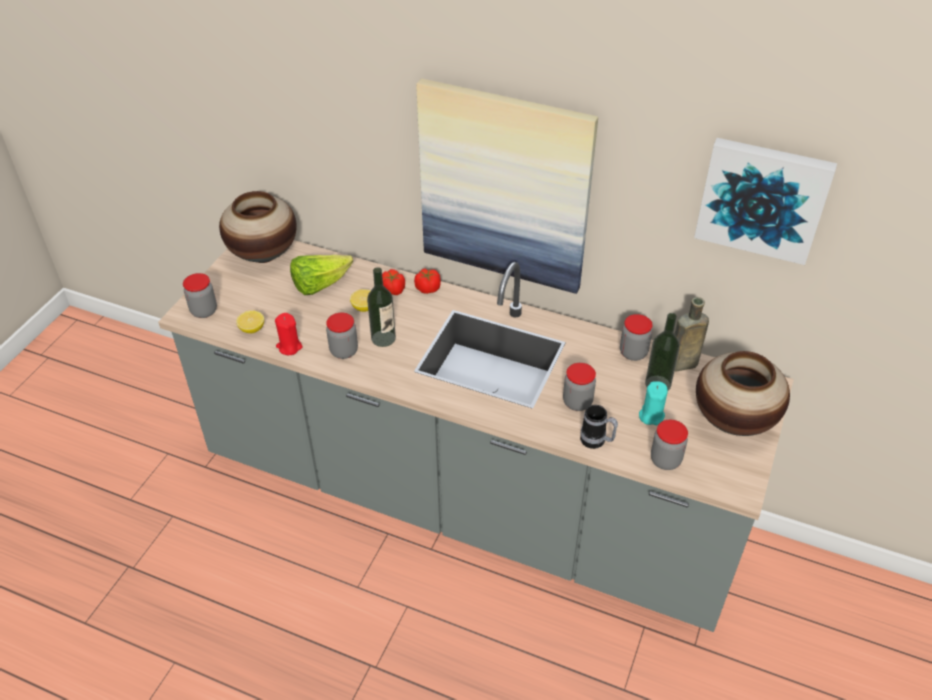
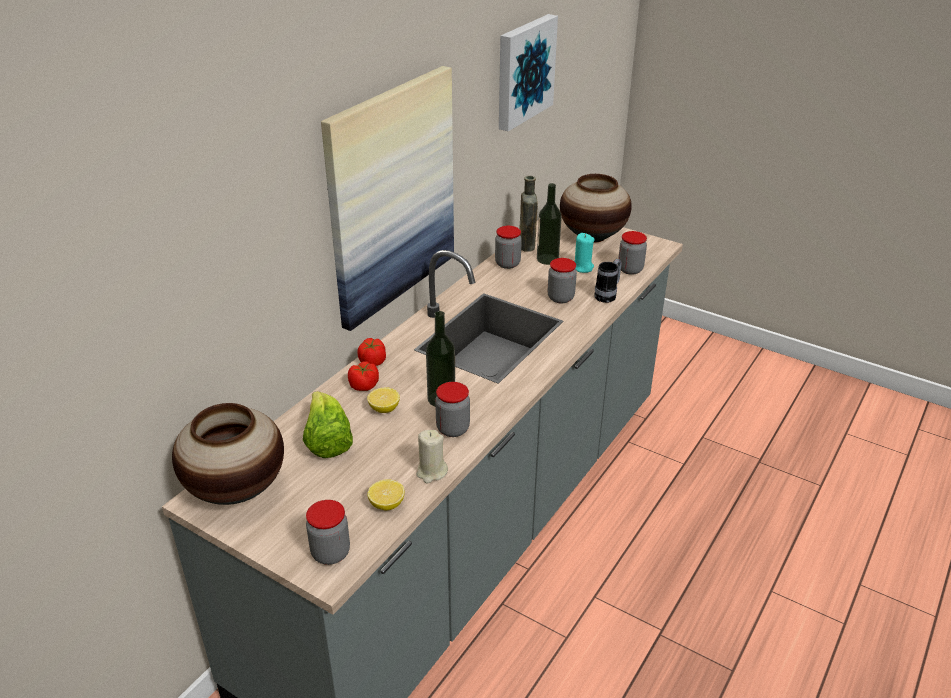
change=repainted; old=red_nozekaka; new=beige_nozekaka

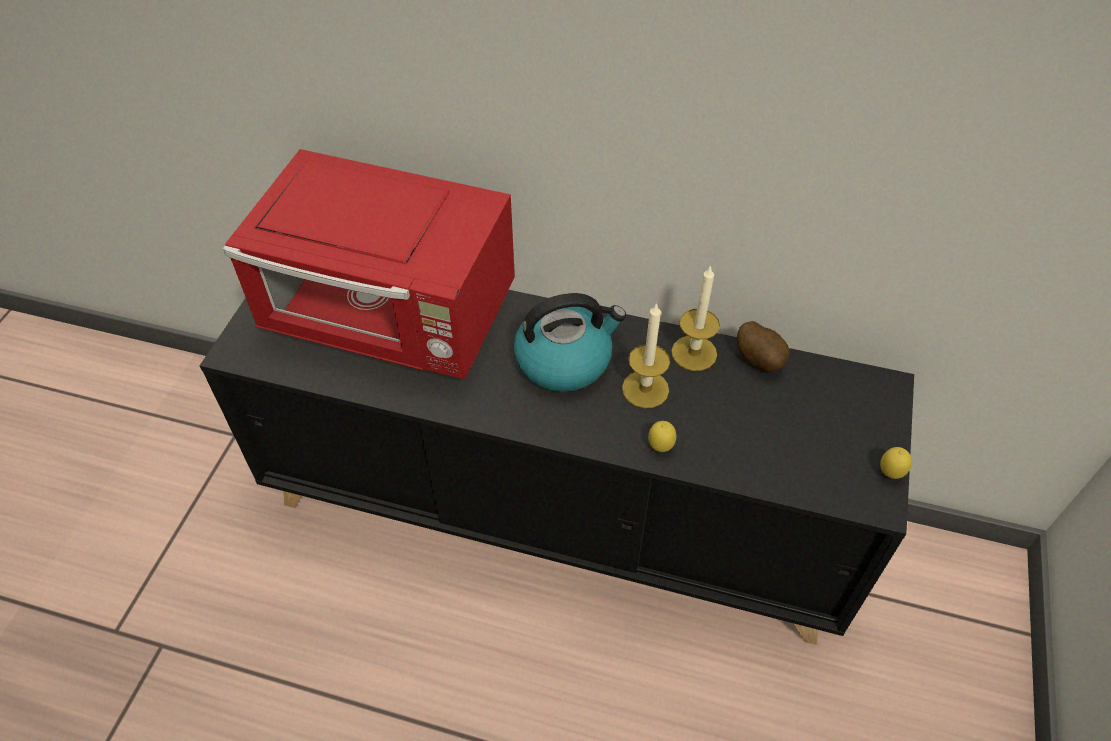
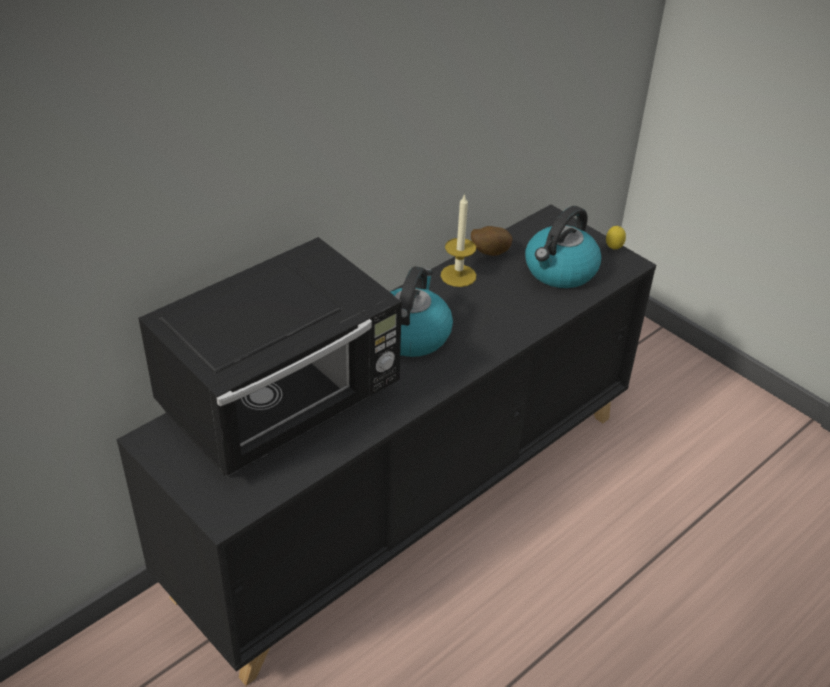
change=repainted; old=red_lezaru; new=black_lezaru
change=gone; old=nozekaka (no. 1 from left)
change=gone; old=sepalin (no. 1 from left)
change=new; new=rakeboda (no. 2 from left)

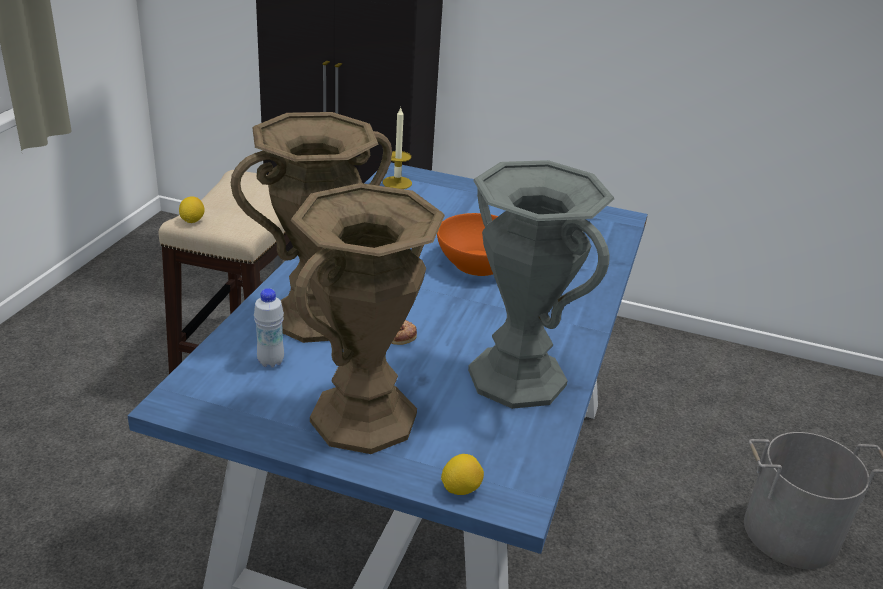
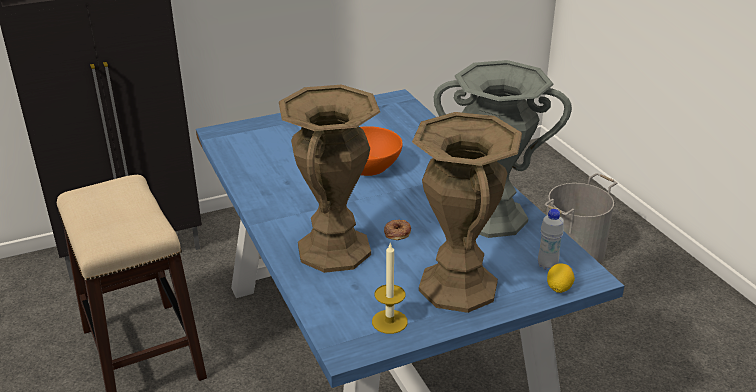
change=gone; old=sepalin (no. 1 from left)
change=shifted; old=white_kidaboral
change=shifted; old=nozekaka

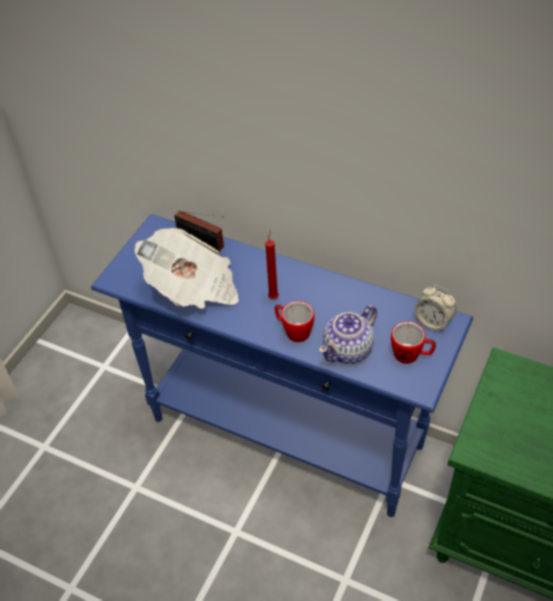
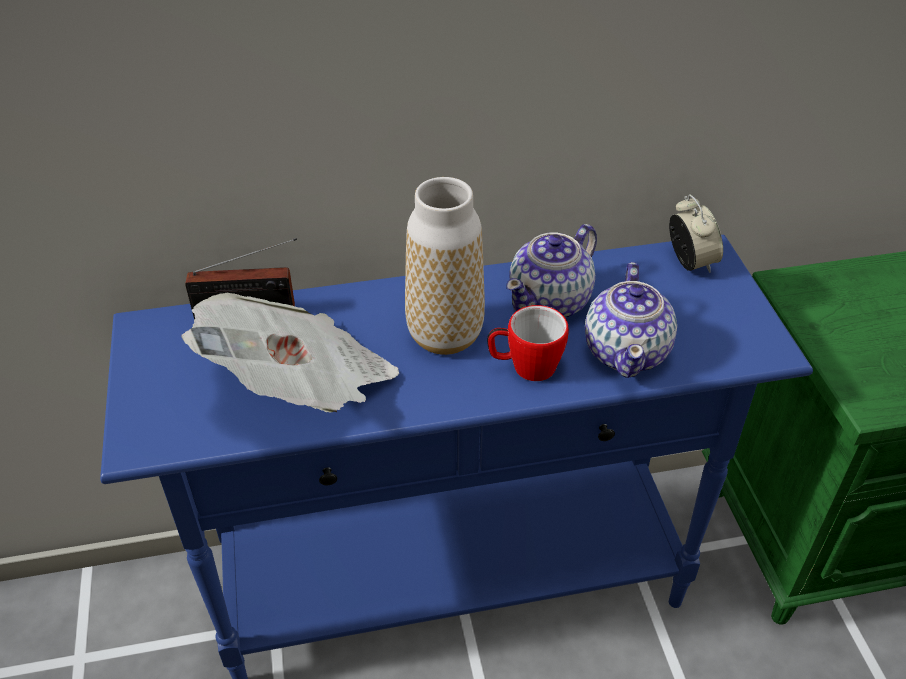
change=swapped; old=red_nozekaka; new=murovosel
change=gone; old=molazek (no. 2 from left)
change=rotated; old=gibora; degrees=-105
change=new; new=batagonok (no. 1 from left)

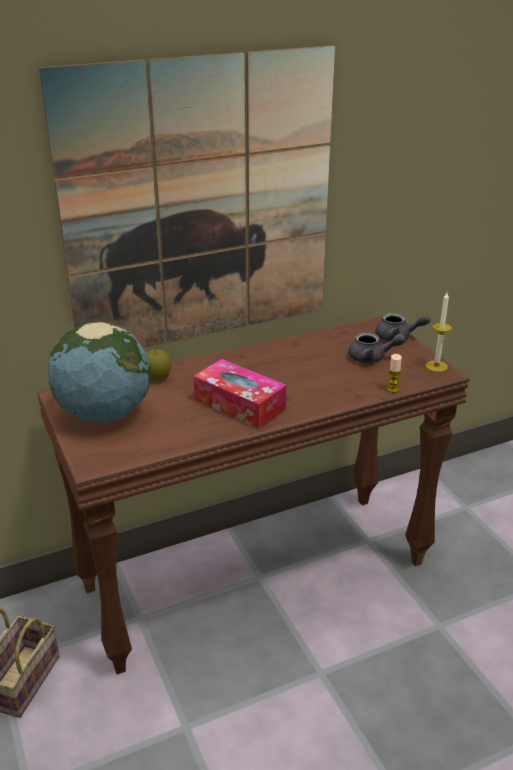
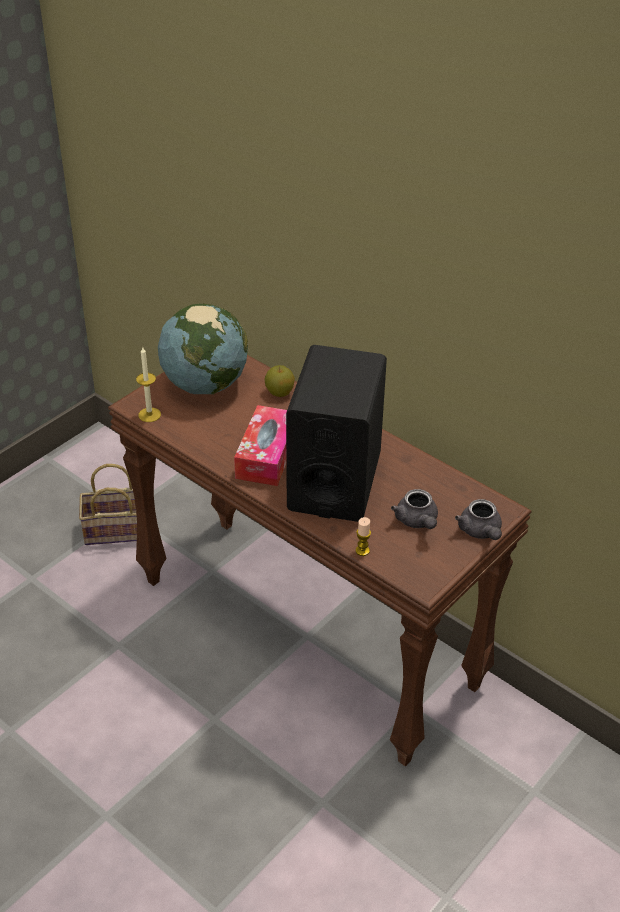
change=gone; old=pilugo
change=shifted; old=nozekaka (no. 2 from left in the first image); new=nozekaka (no. 1 from left)
change=new; new=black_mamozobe

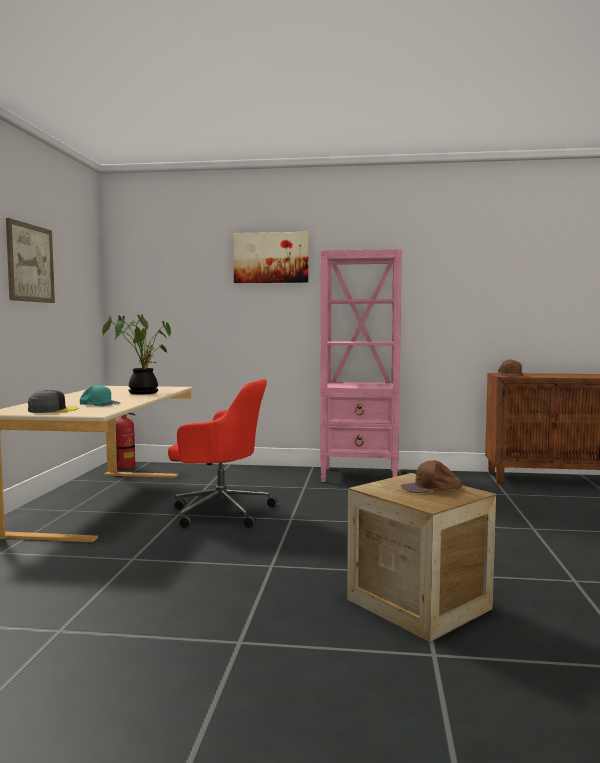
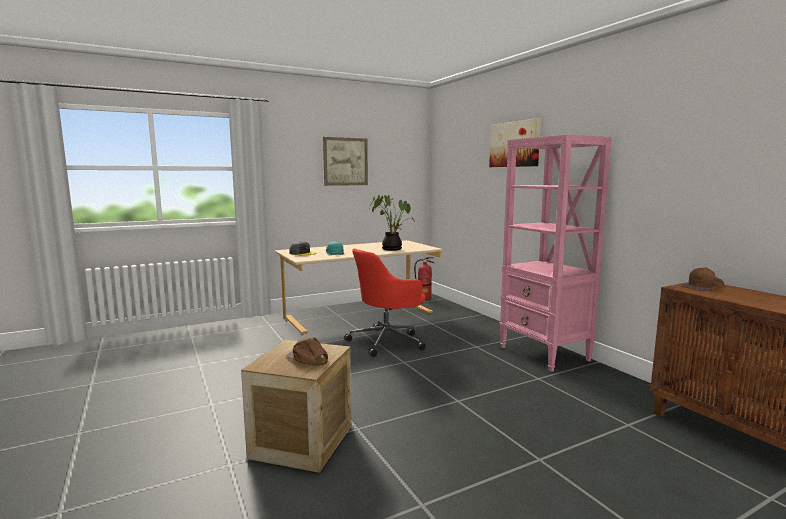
change=rotated; old=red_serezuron; degrees=75

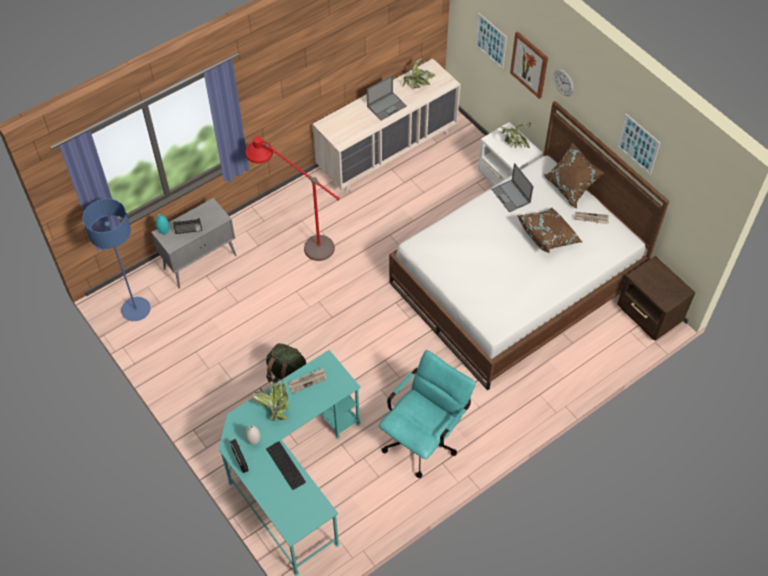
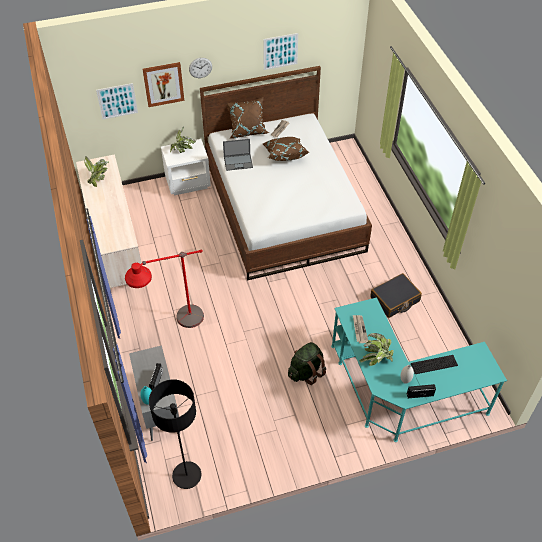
change=repainted; old=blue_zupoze; new=black_zupoze
change=gone; old=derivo (no. 1 from left)
change=swapped; old=turquoise_serezuron; new=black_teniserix
change=gone; old=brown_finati

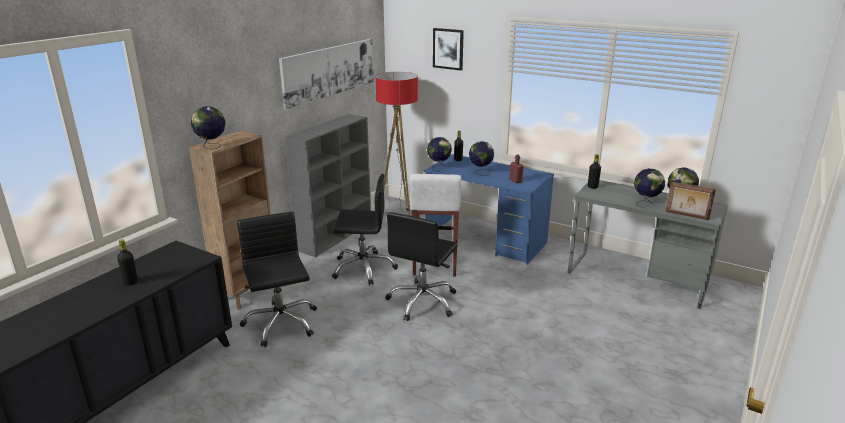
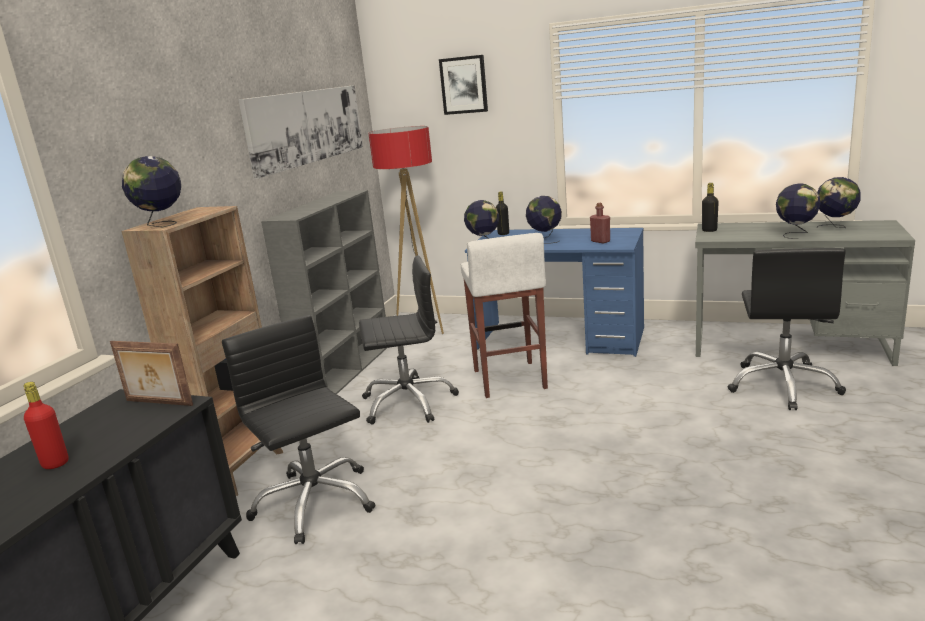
change=repainted; old=black_kidaboral (no. 1 from left); new=red_kidaboral (no. 1 from left)
change=shifted; old=black_serezuron (no. 3 from left)
change=shifted; old=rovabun

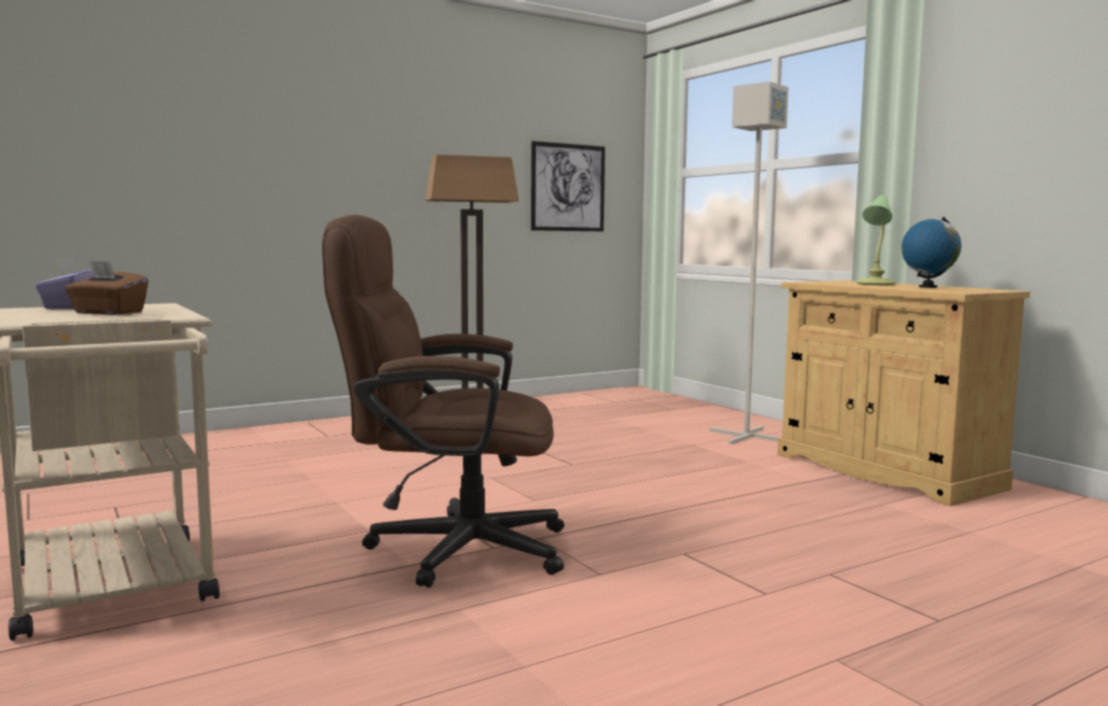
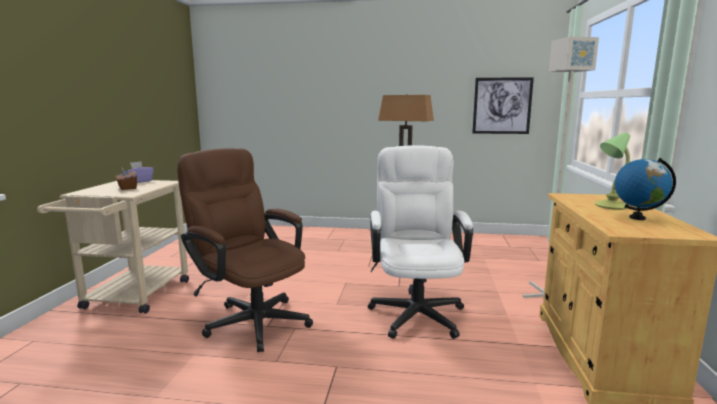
change=new; new=white_serezuron

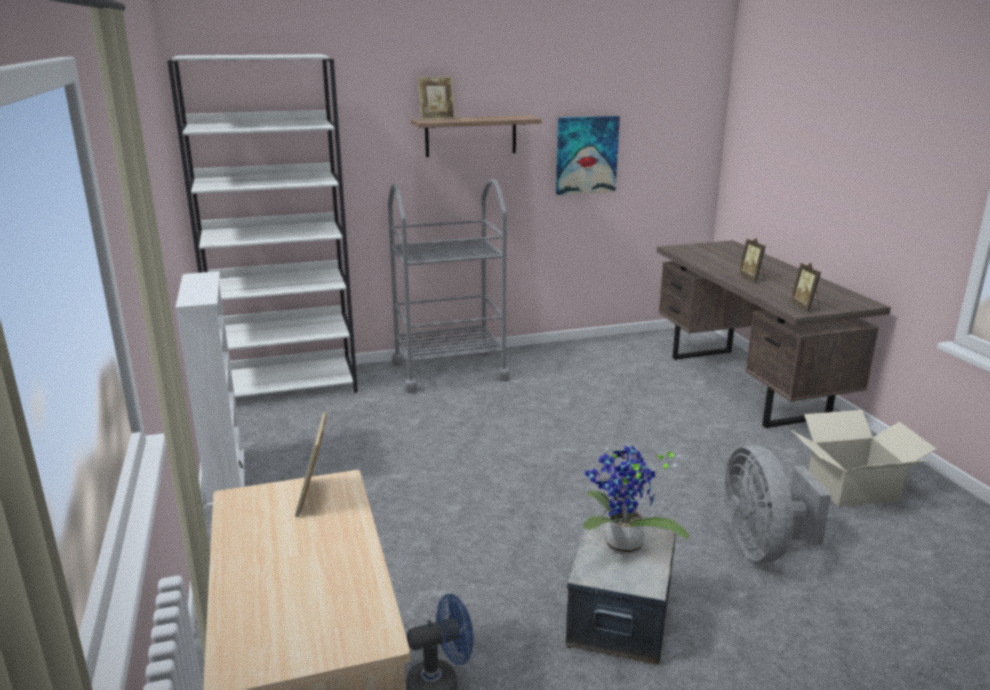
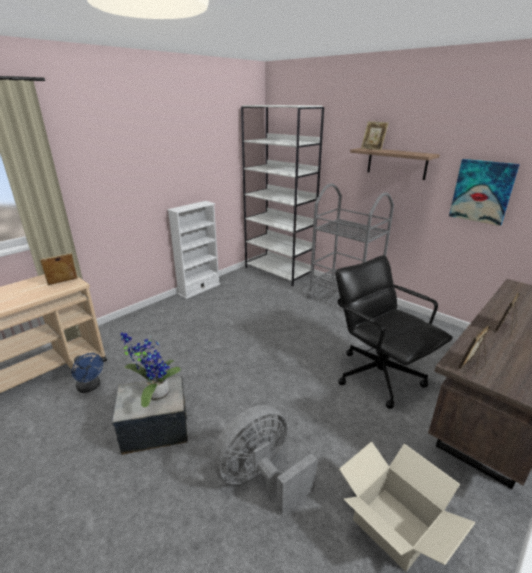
change=new; new=black_serezuron

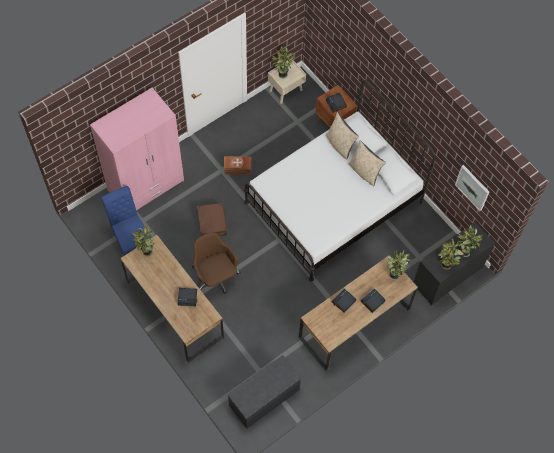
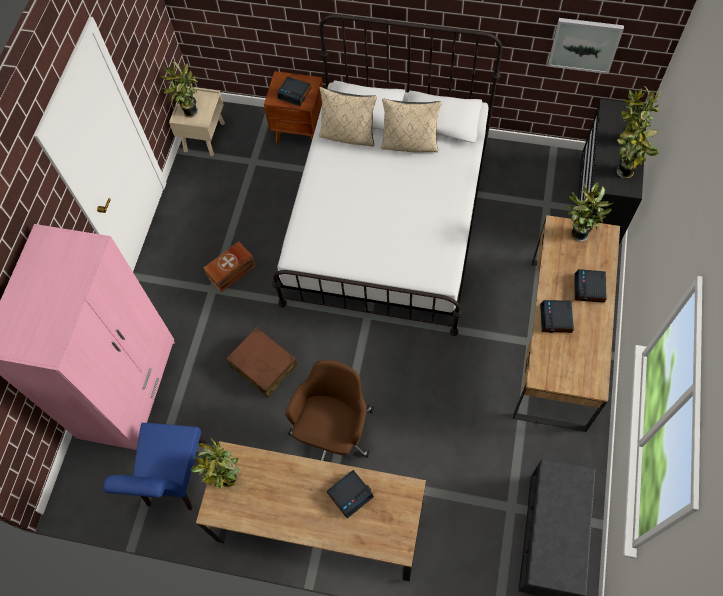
change=rotated; old=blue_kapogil; degrees=-105
change=rotated; old=brown_serezuron; degrees=90

